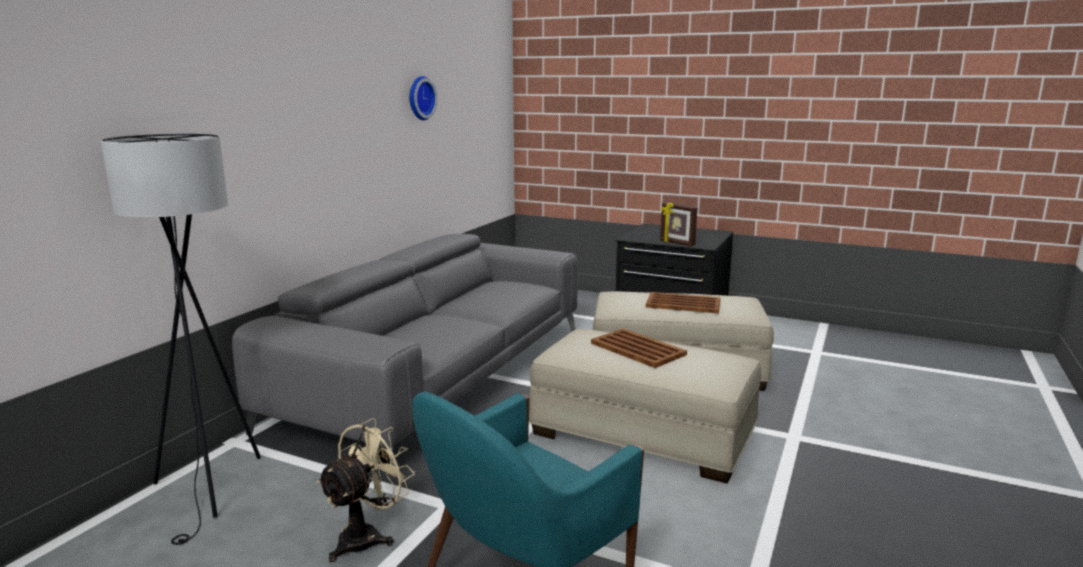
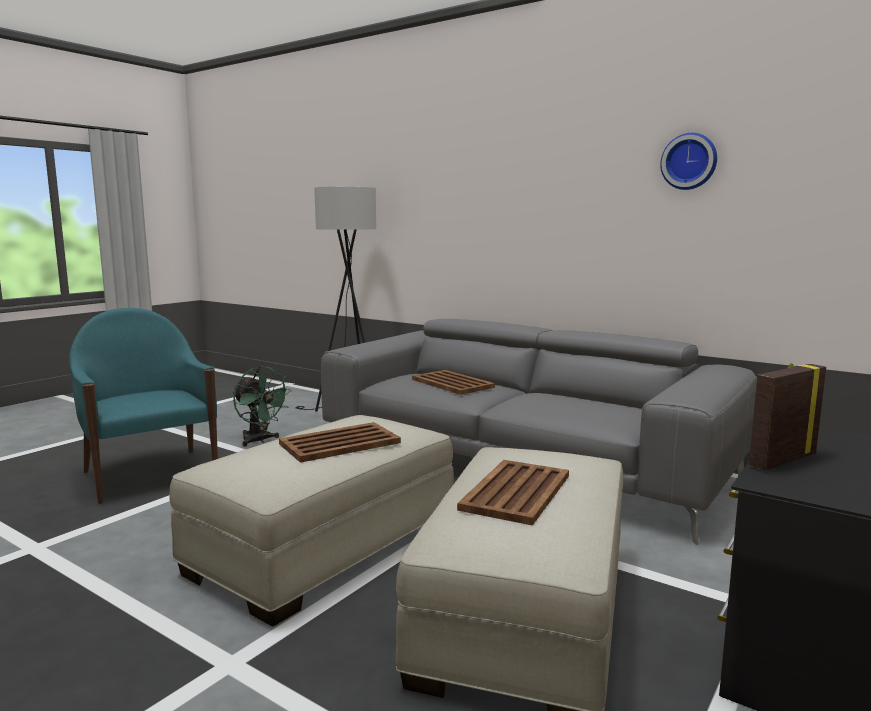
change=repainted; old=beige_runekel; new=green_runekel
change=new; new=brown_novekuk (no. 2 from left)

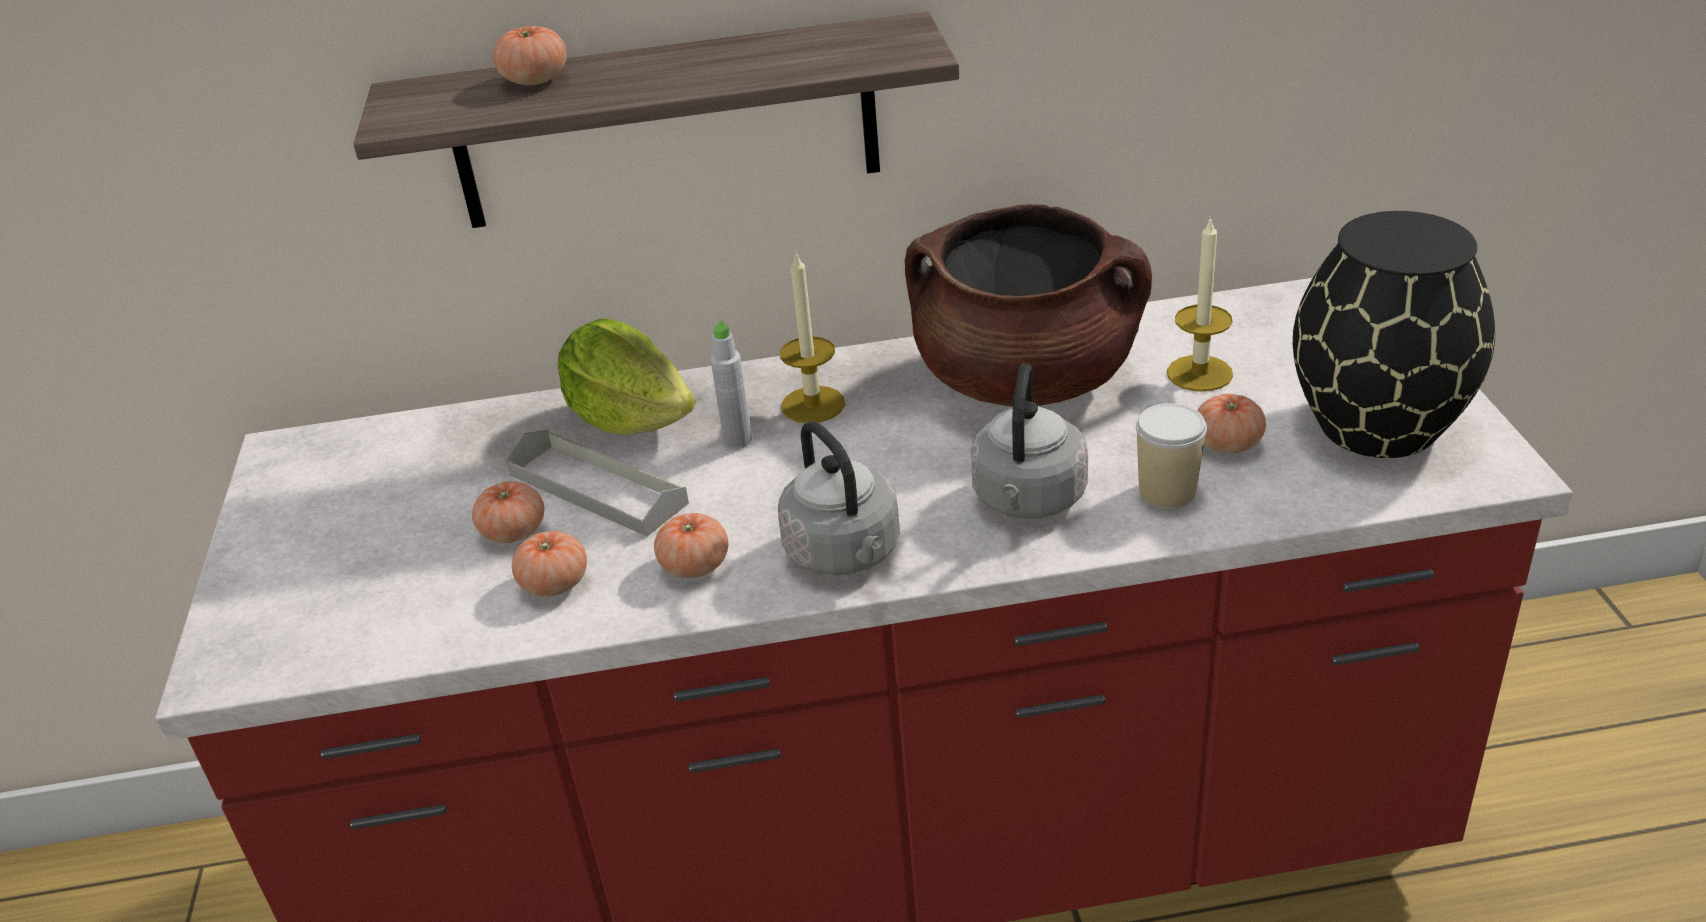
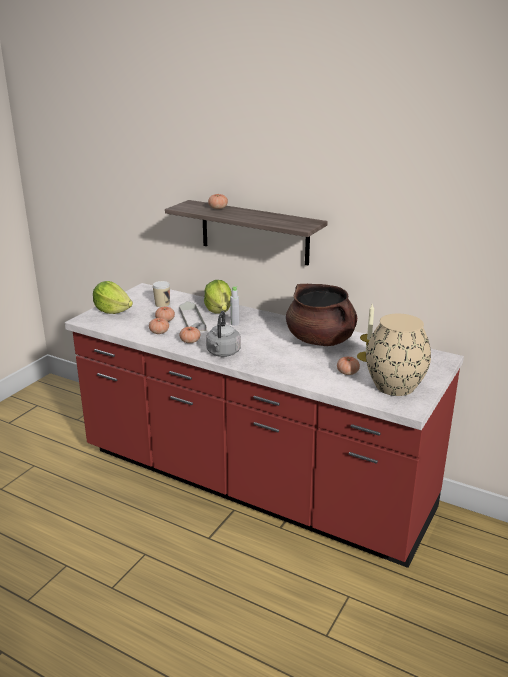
change=gone; old=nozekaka (no. 1 from left)
change=gone; old=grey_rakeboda (no. 2 from left)
change=shifted; old=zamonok
change=repainted; old=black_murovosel; new=beige_murovosel
change=new; new=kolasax (no. 1 from left)

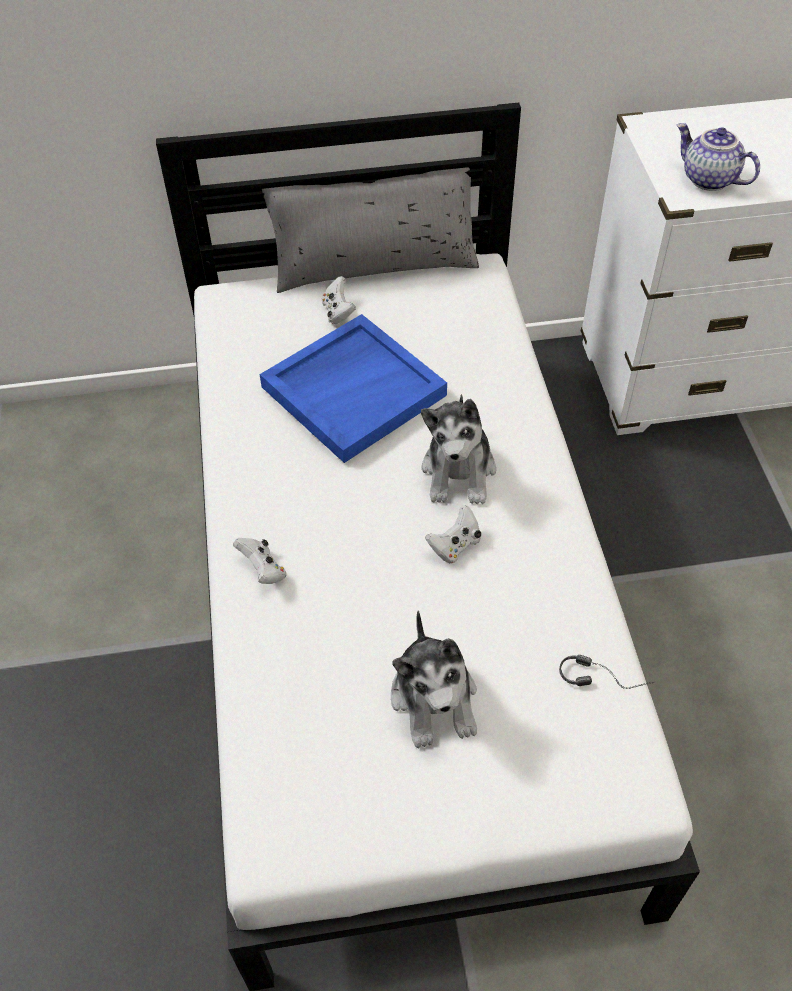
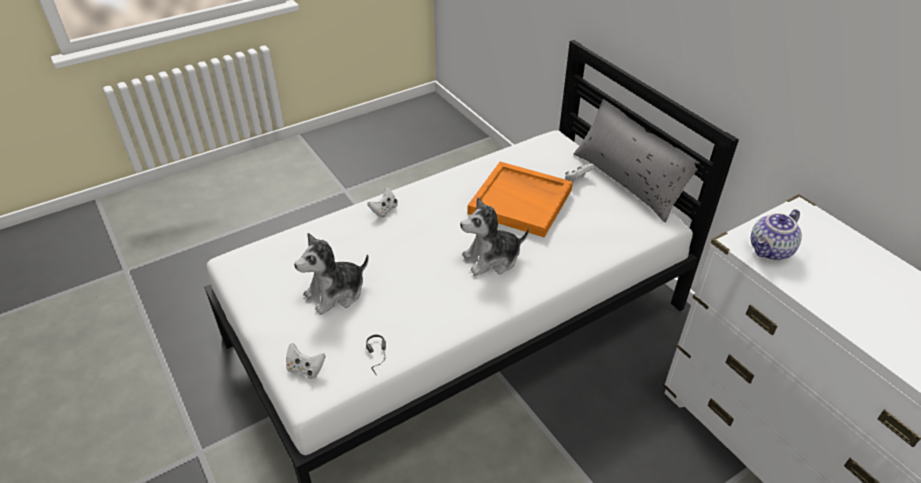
change=repainted; old=blue_novekuk; new=orange_novekuk
change=shifted; old=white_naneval (no. 3 from left in the first image); new=white_naneval (no. 1 from left)
change=rotated; old=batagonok; degrees=-150

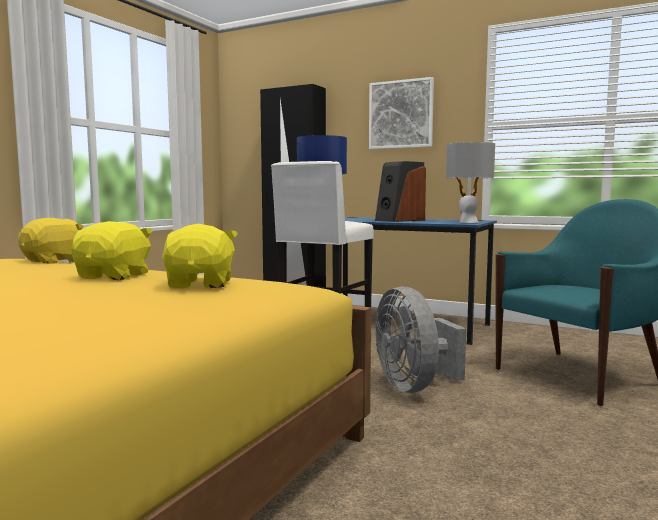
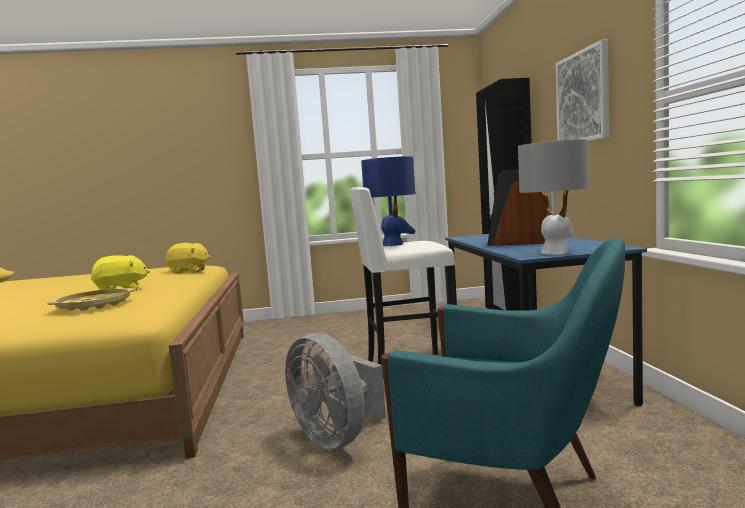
change=swapped; old=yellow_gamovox (no. 3 from left); new=yellow_novekuk
change=rotated; old=grey_runekel; degrees=-75

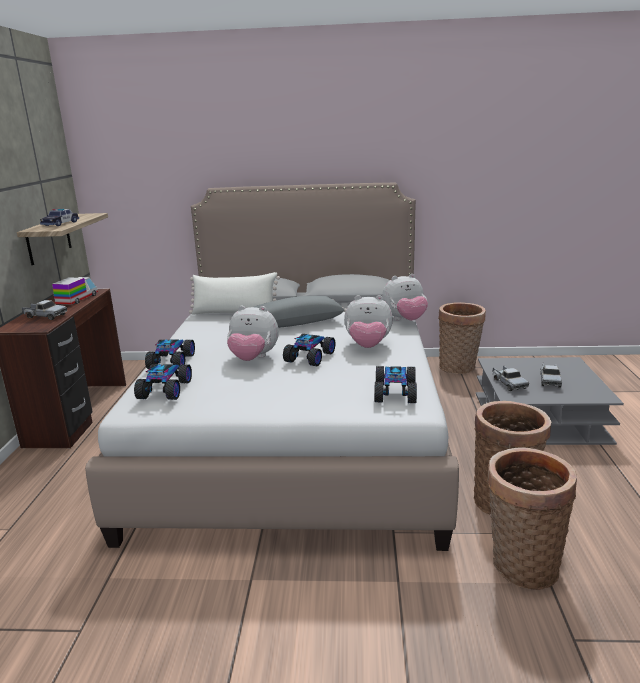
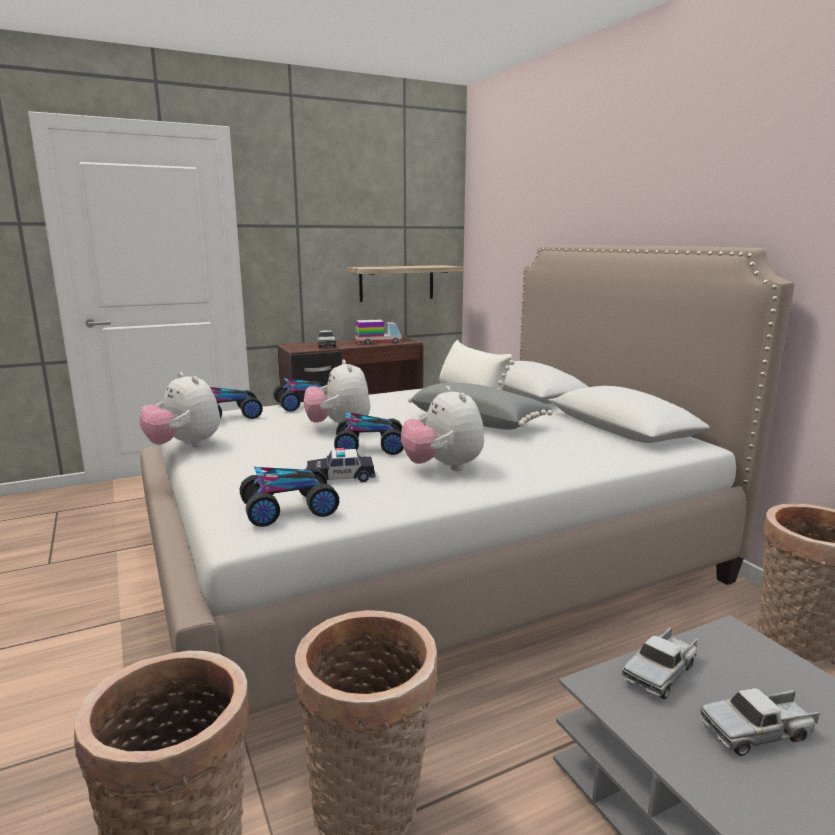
change=shifted; old=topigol (no. 1 from left in the first image); new=topigol (no. 4 from left)
change=shifted; old=gamovox (no. 3 from left in the first image); new=gamovox (no. 1 from left)

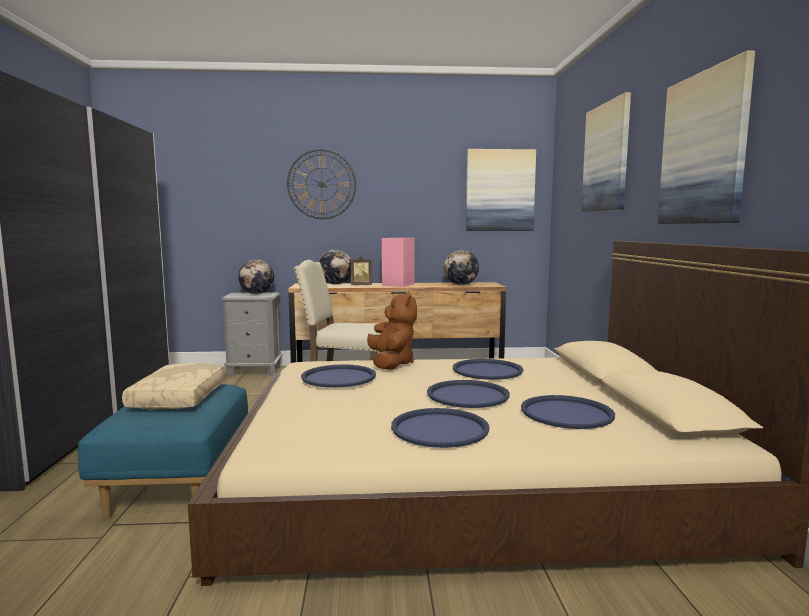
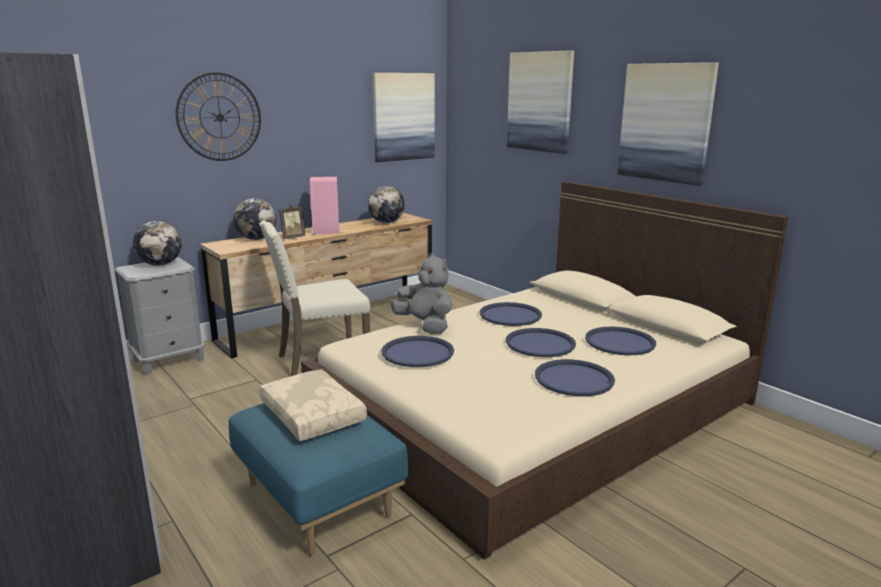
change=repainted; old=brown_gamovox; new=grey_gamovox

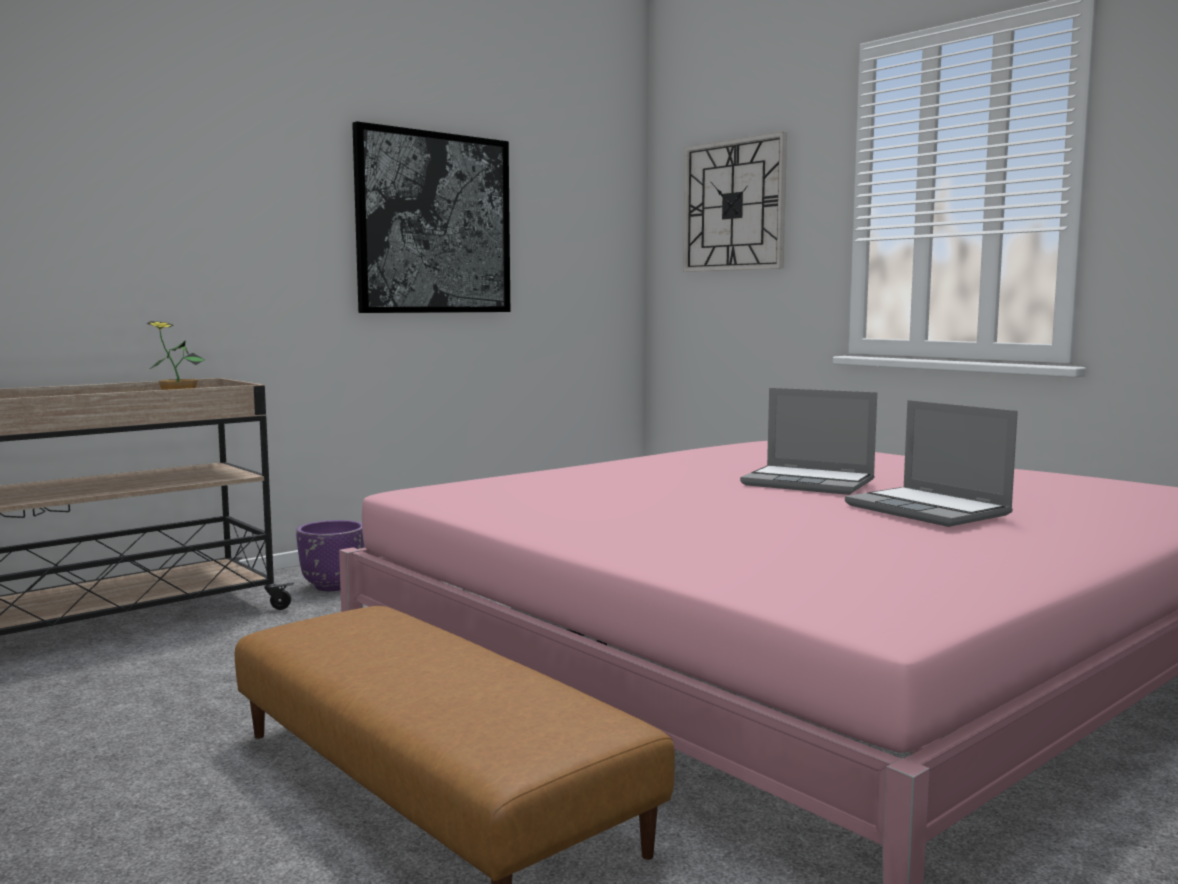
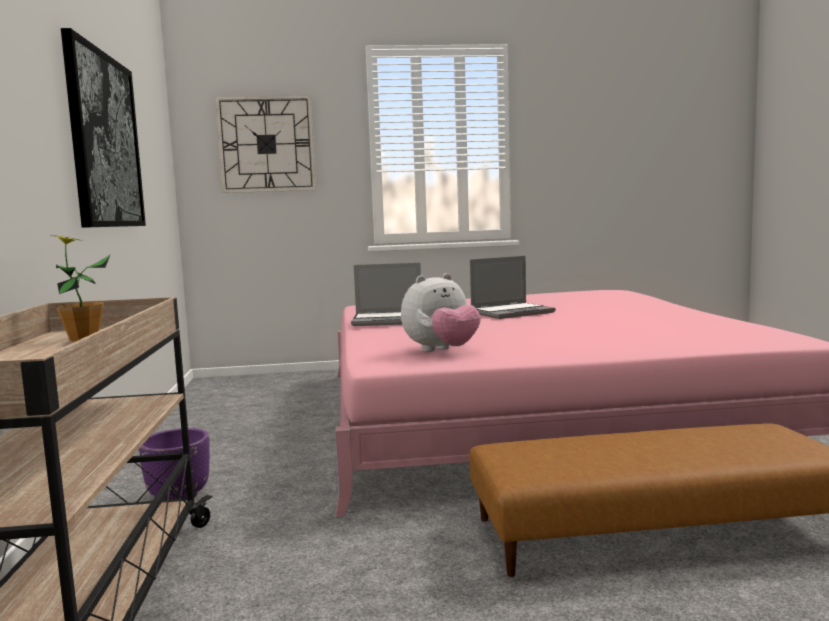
change=shifted; old=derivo (no. 2 from left in the first image); new=derivo (no. 1 from left)
change=new; new=gamovox

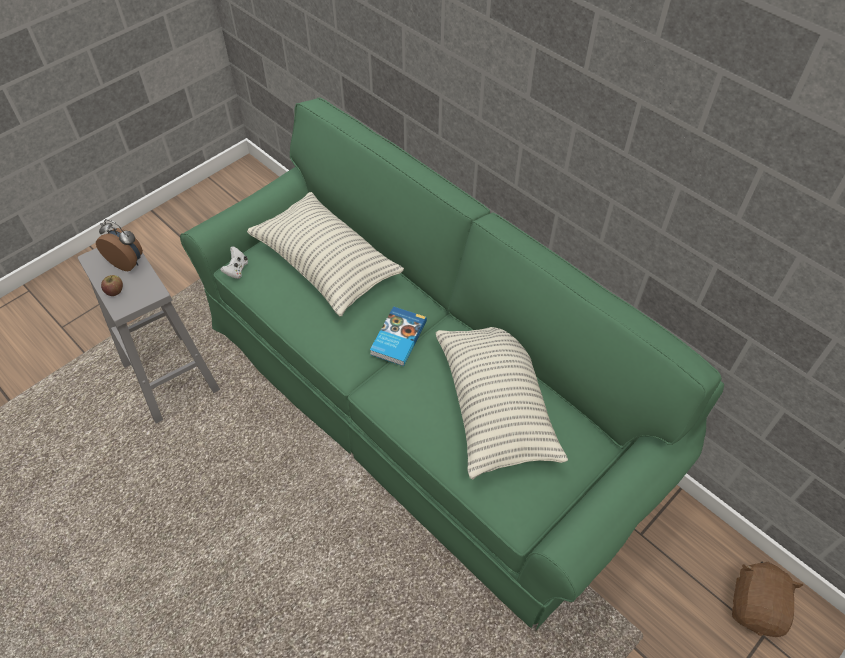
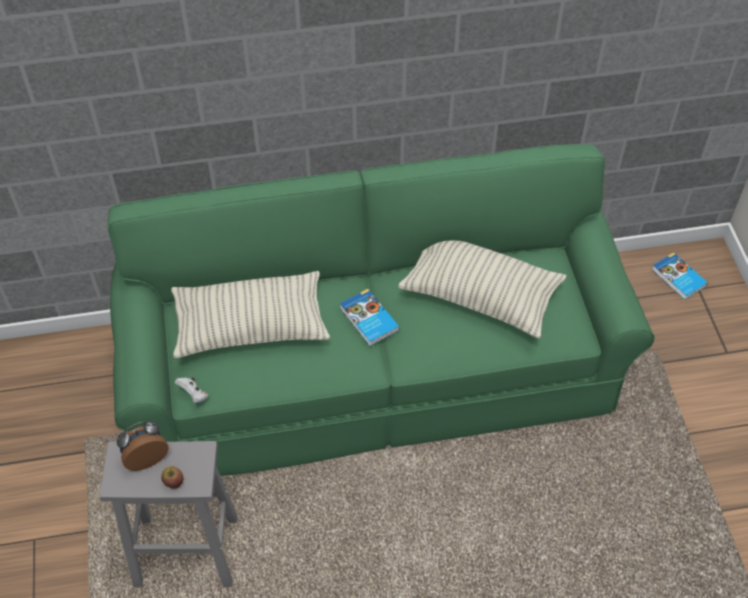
change=swapped; old=brown_gamovox; new=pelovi (no. 2 from left)

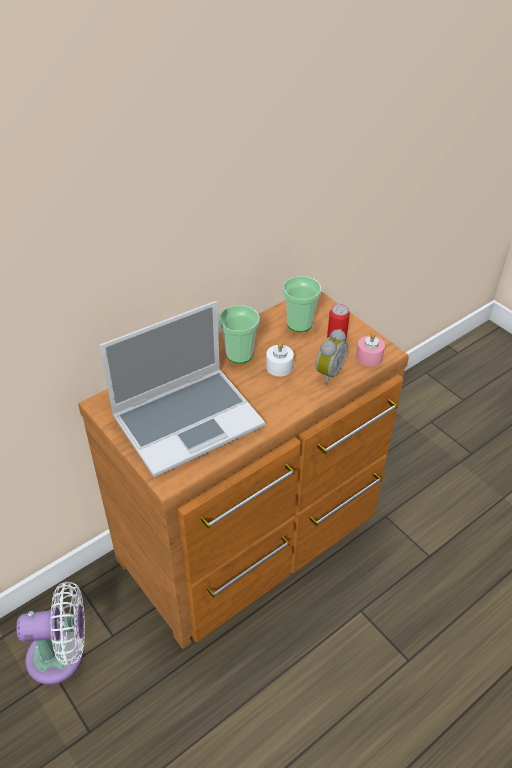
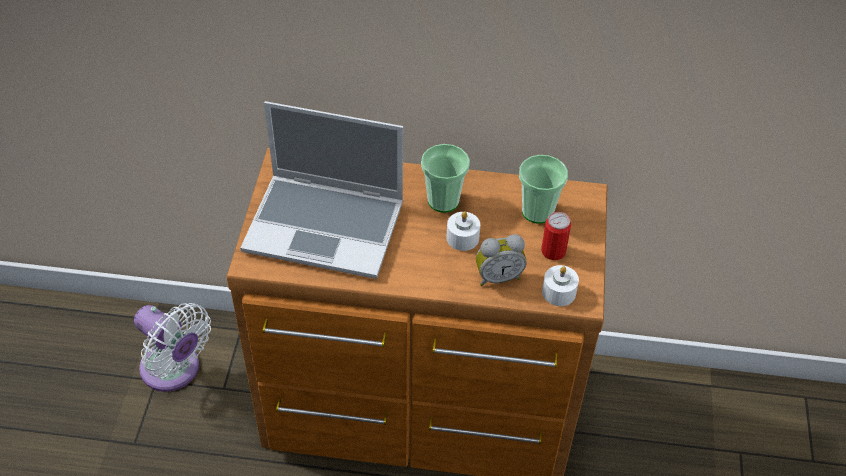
change=repainted; old=pink_nozekaka; new=white_nozekaka (no. 2 from left)

